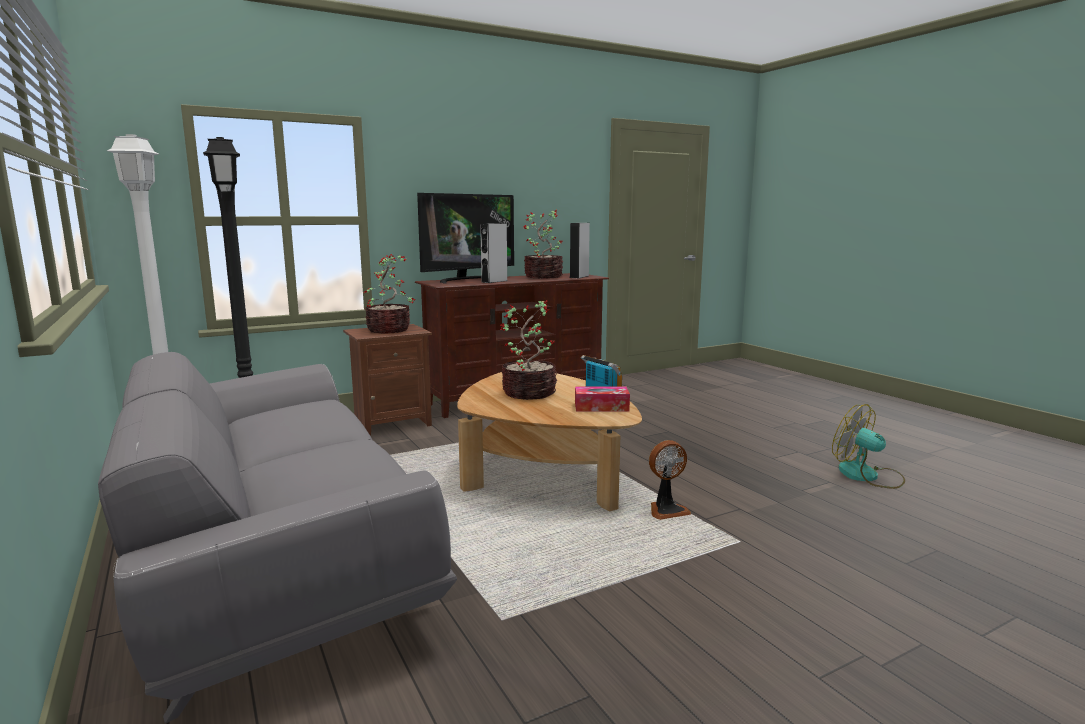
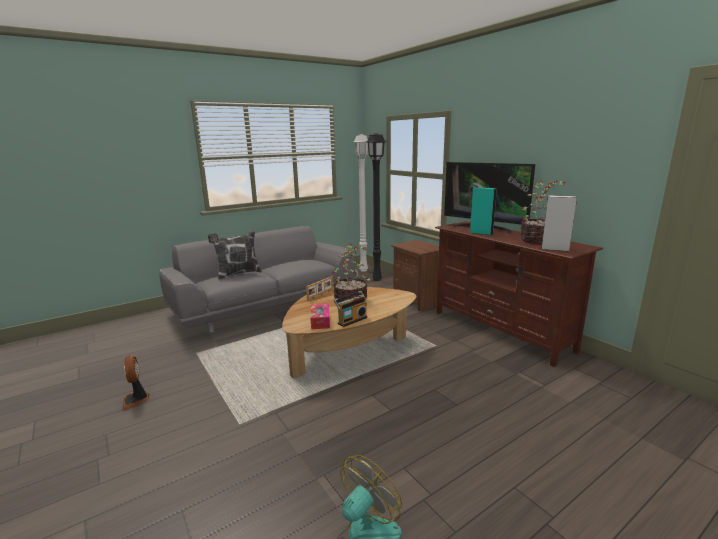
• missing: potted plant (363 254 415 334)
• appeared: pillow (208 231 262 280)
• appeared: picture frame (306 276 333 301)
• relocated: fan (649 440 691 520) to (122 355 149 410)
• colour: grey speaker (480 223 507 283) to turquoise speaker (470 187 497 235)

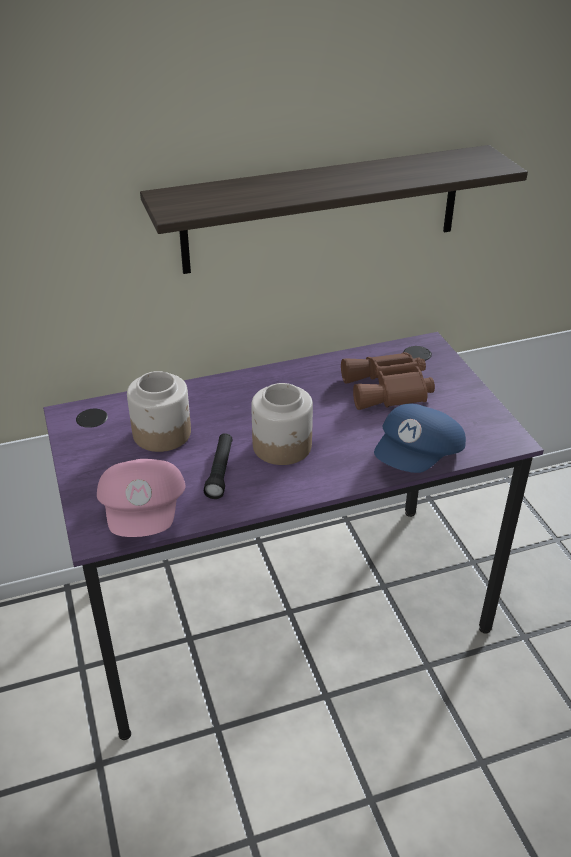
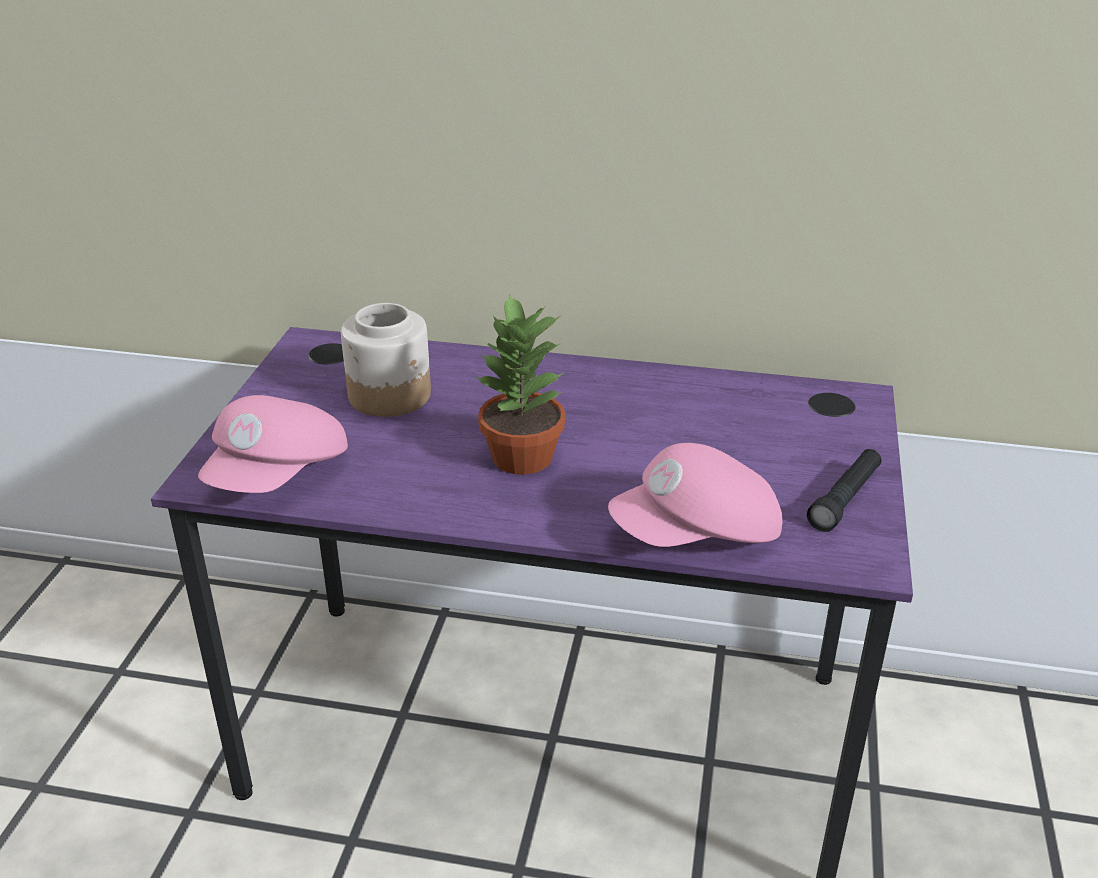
• missing: shelf (140 145 528 274)
• missing: brown binoculars (341 352 435 410)
• relocated: black flashlight (204 433 233 499) to (807 449 882 532)
• exchanged: jar (251 383 313 465) to potted plant (474 293 565 475)
• colour: blue cap (374 404 466 473) to pink cap (608 443 782 547)

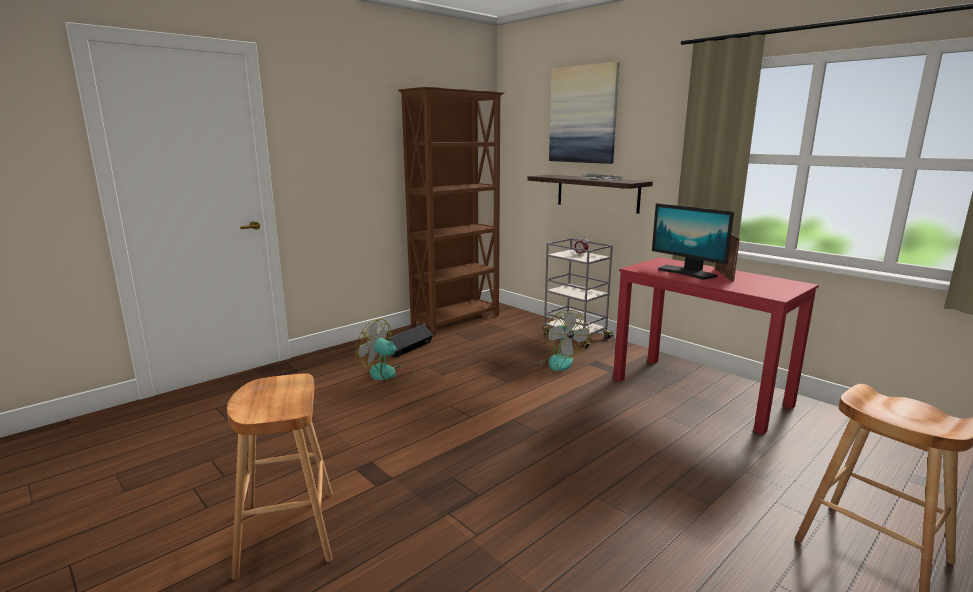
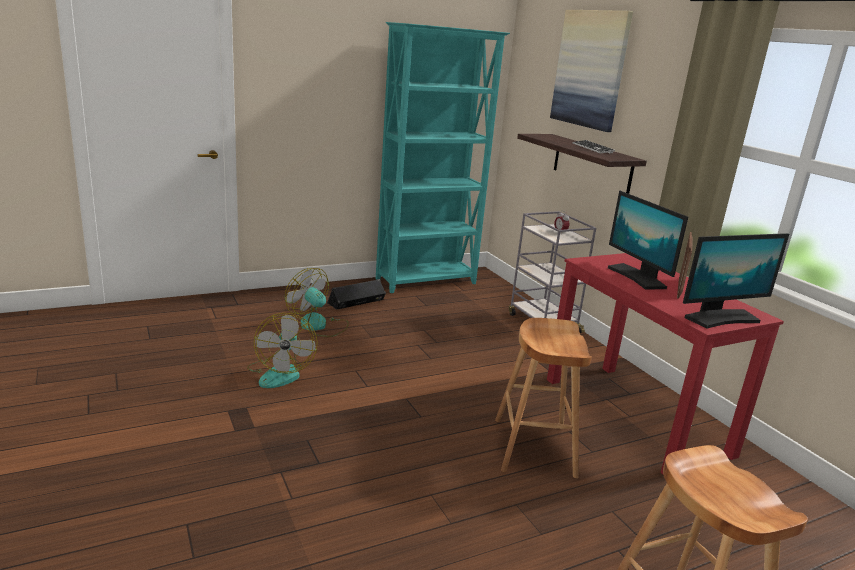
• appeared: monitor (683 233 789 328)
• relocated: brown stool (227 374 333 580) to (495 318 592 478)
• relocated: fan (528 310 589 371) to (247 313 317 388)
• colour: brown bookcase (398 87 505 336) to turquoise bookcase (376 22 510 293)

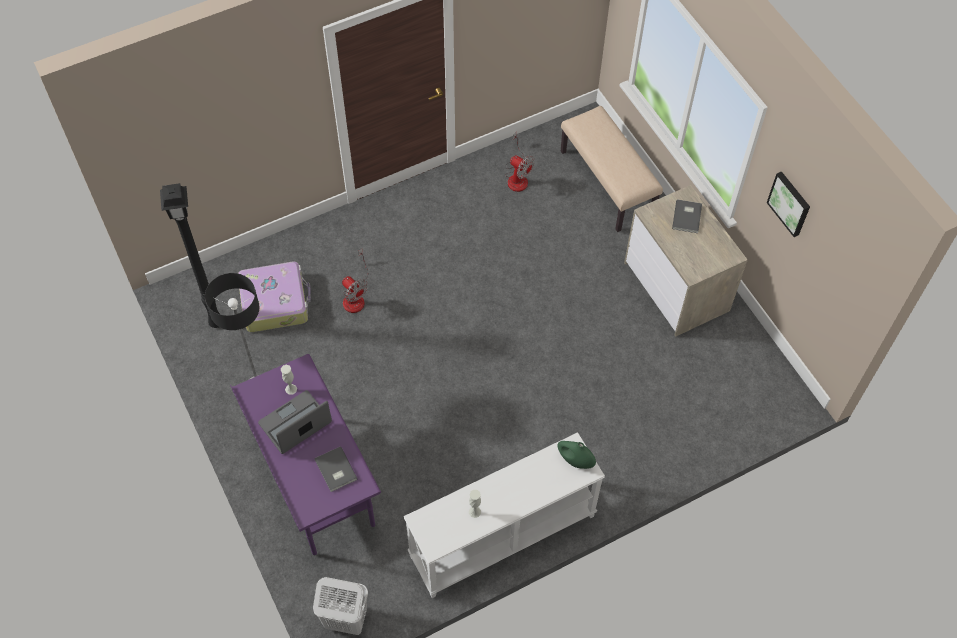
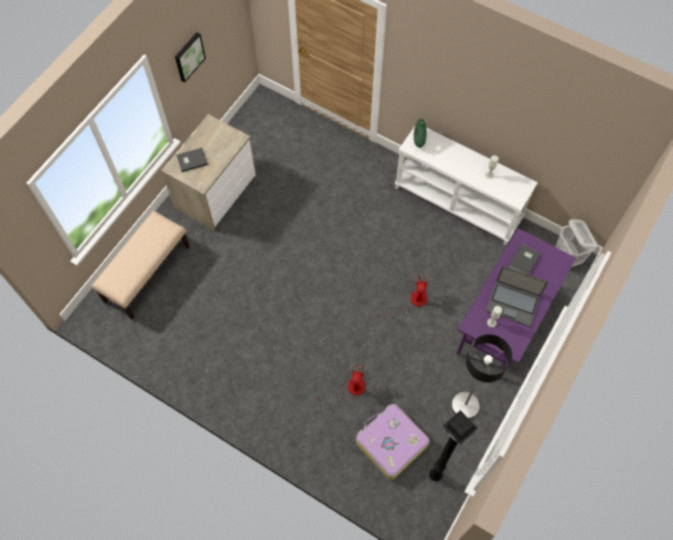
• relocated: fan (505 132 535 192) to (384 274 433 316)

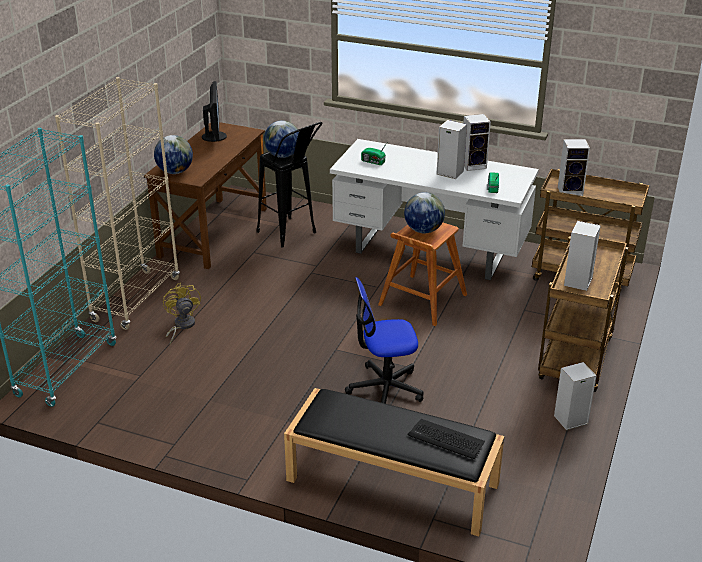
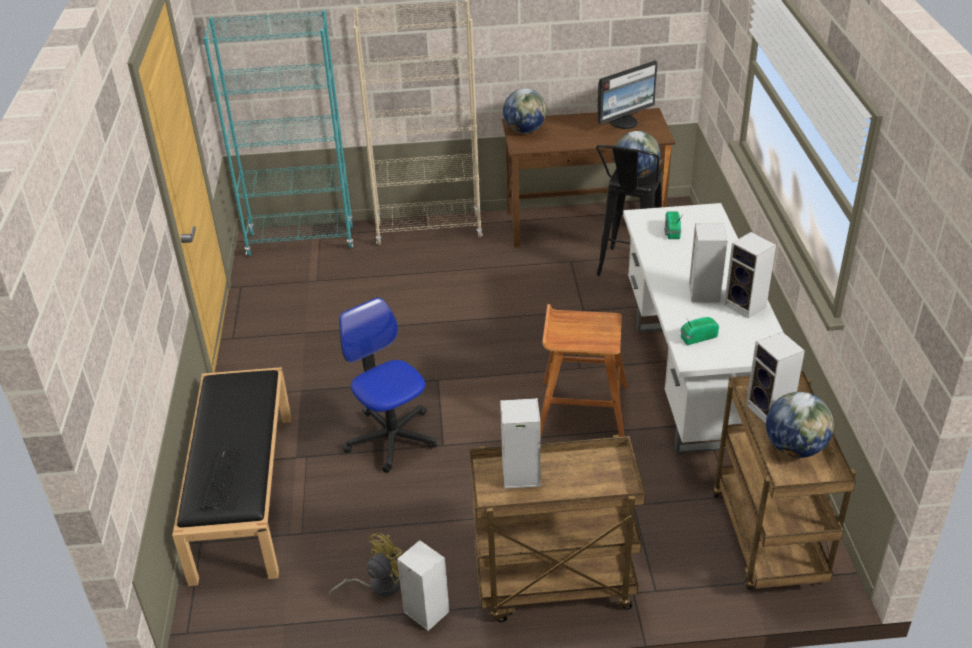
• relocated: yellow fan (163 283 201 344) to (329 533 403 597)
• relocated: globe (404 192 445 233) to (766 392 834 458)

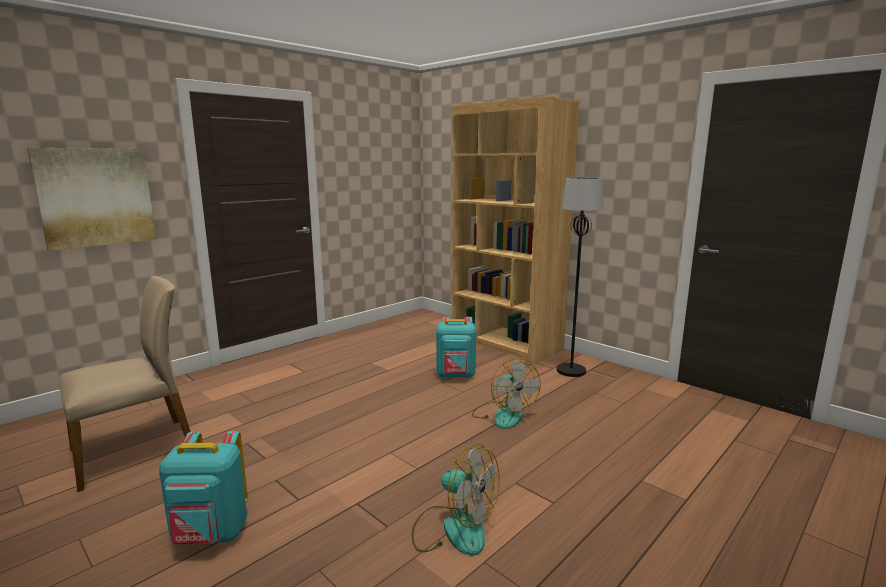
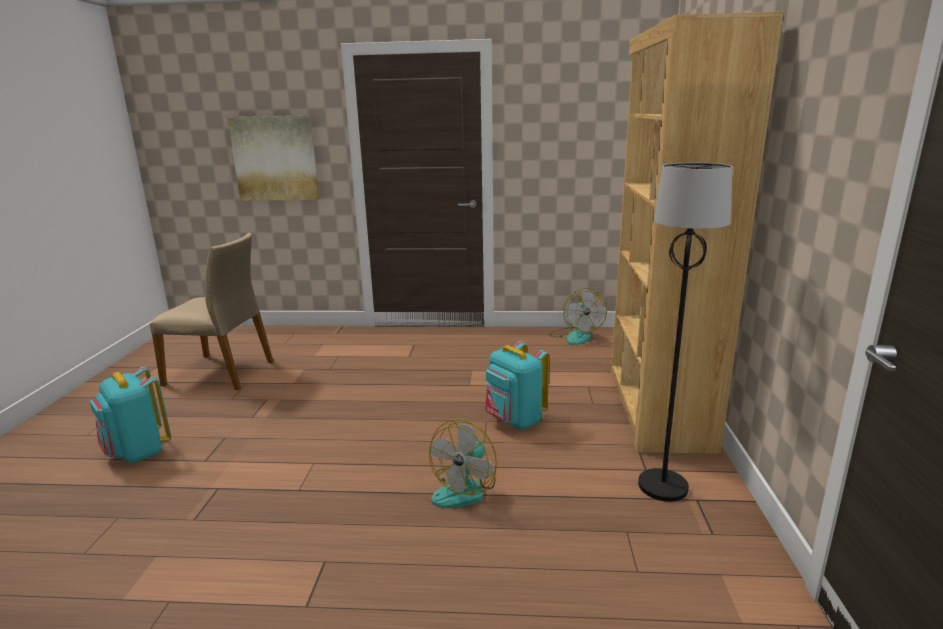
• relocated: fan (412 444 500 556) to (549 288 607 345)

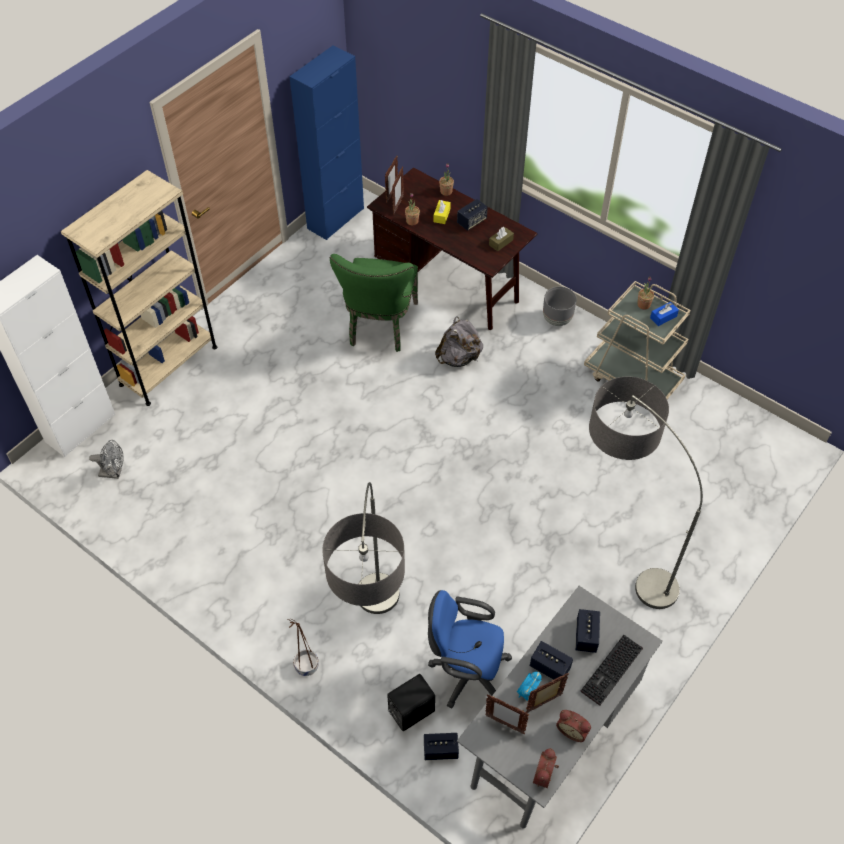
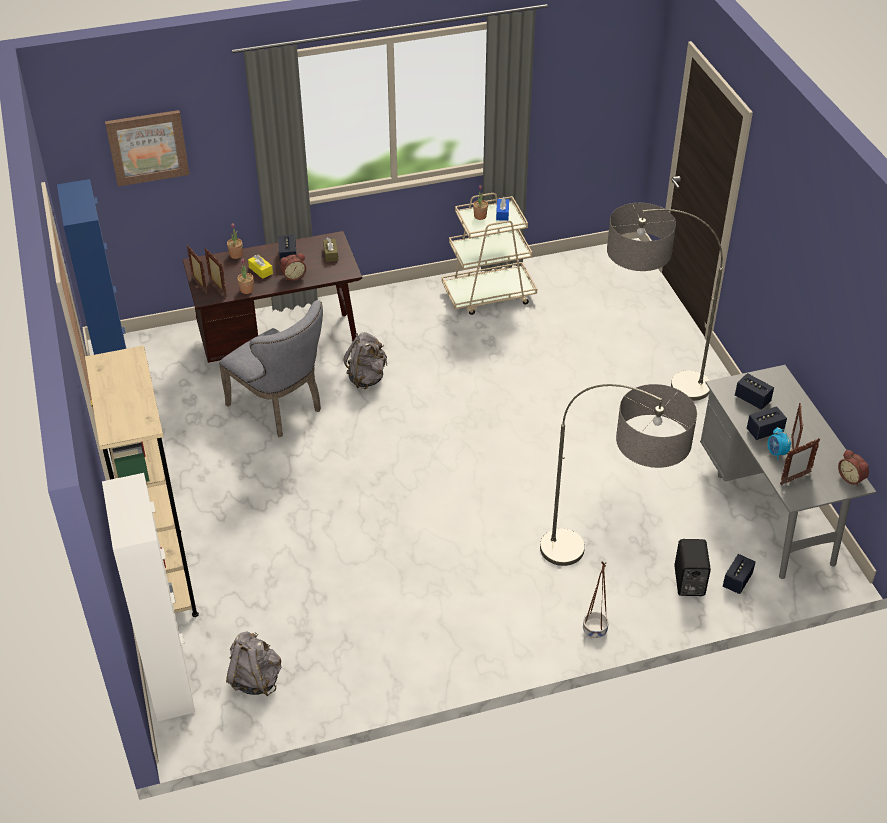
• missing: blue office chair (428 590 512 708)
• missing: grey planter (543 287 577 326)
• missing: keyboard (580 635 643 706)
• appeared: picture (105 110 190 186)
• relocated: alarm clock (556 710 591 742) to (280 253 306 281)
• exchanged: grey fan (89 440 124 479) to grey backpack (226 632 281 696)
• colour: green chair (330 254 418 352) to grey chair (219 300 323 437)

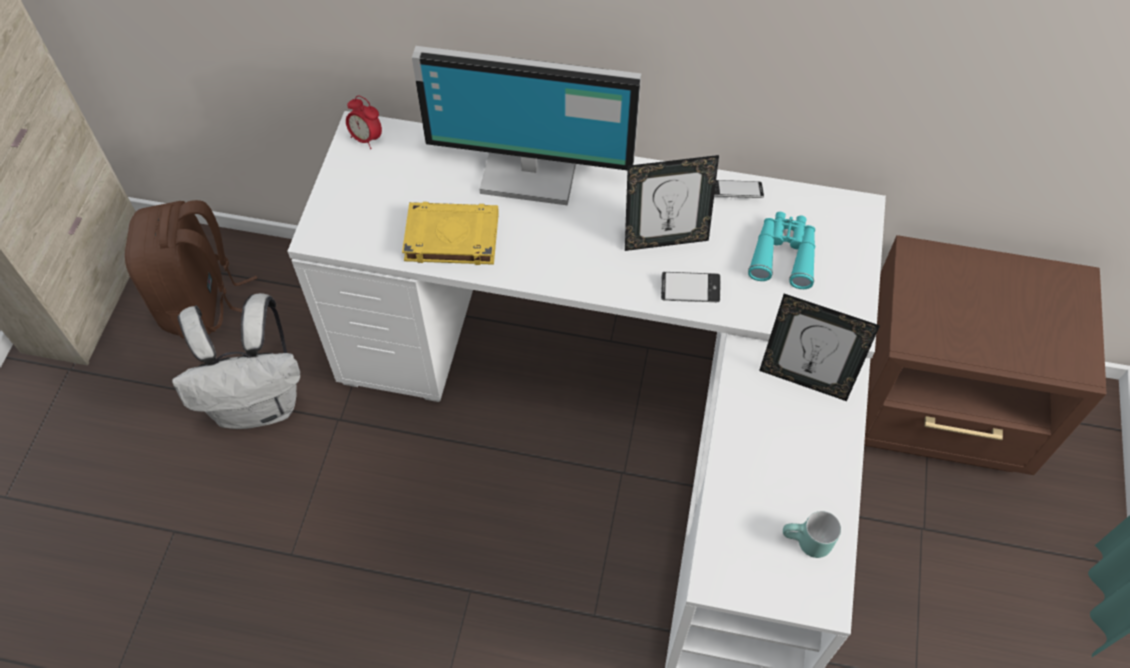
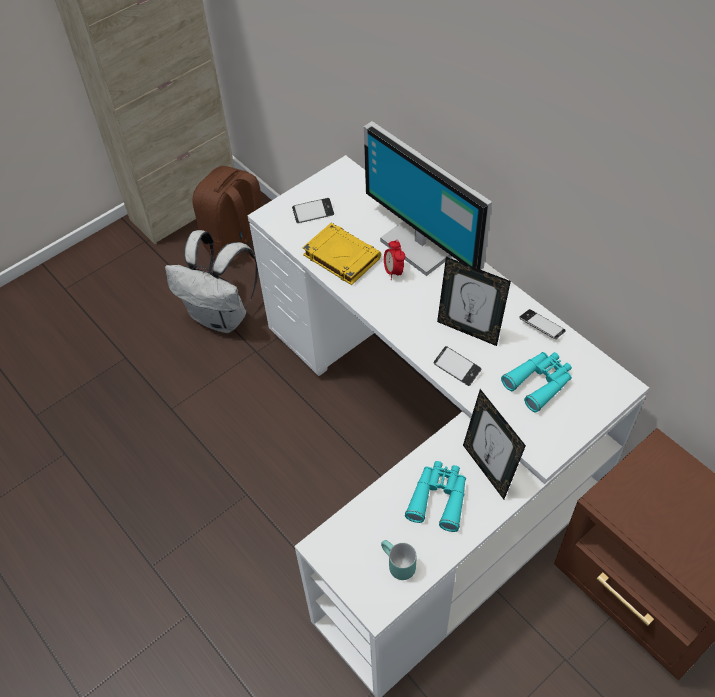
• appeared: phone (292 198 334 223)
• appeared: turquoise binoculars (405 461 466 532)
• relocated: alarm clock (346 95 382 149) to (384 240 406 280)

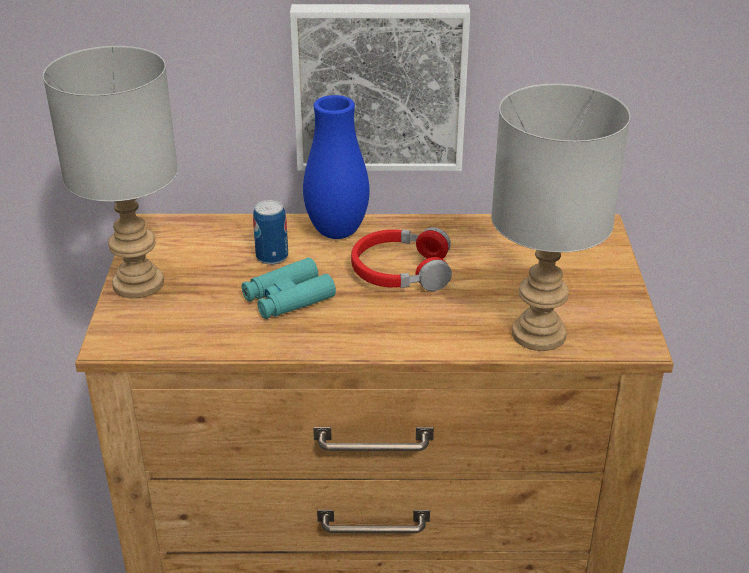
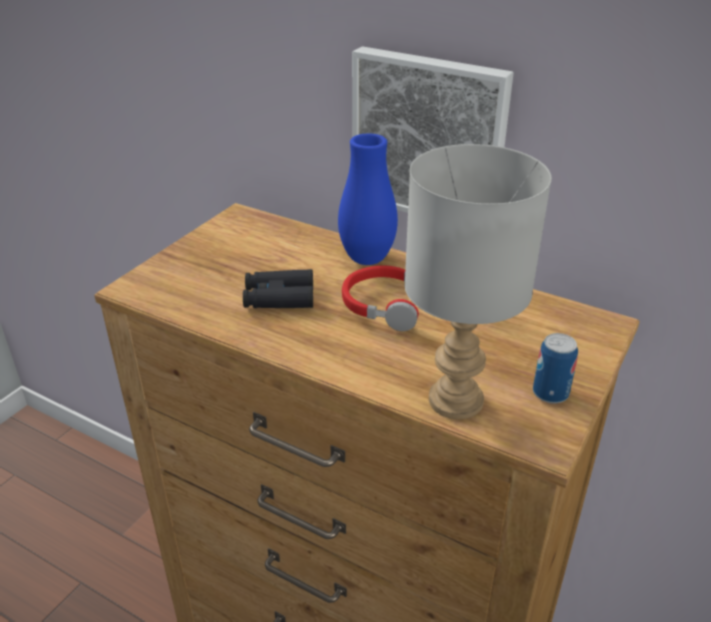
• missing: grey table lamp (43 46 178 299)
• relocated: can (253 200 288 265) to (533 333 578 404)
• colour: turquoise binoculars (242 258 336 319) to black binoculars (243 269 313 308)

